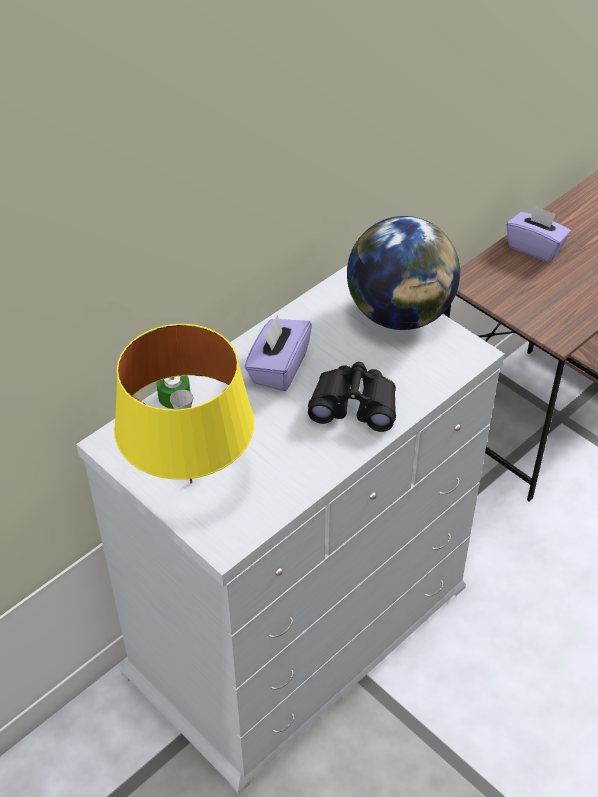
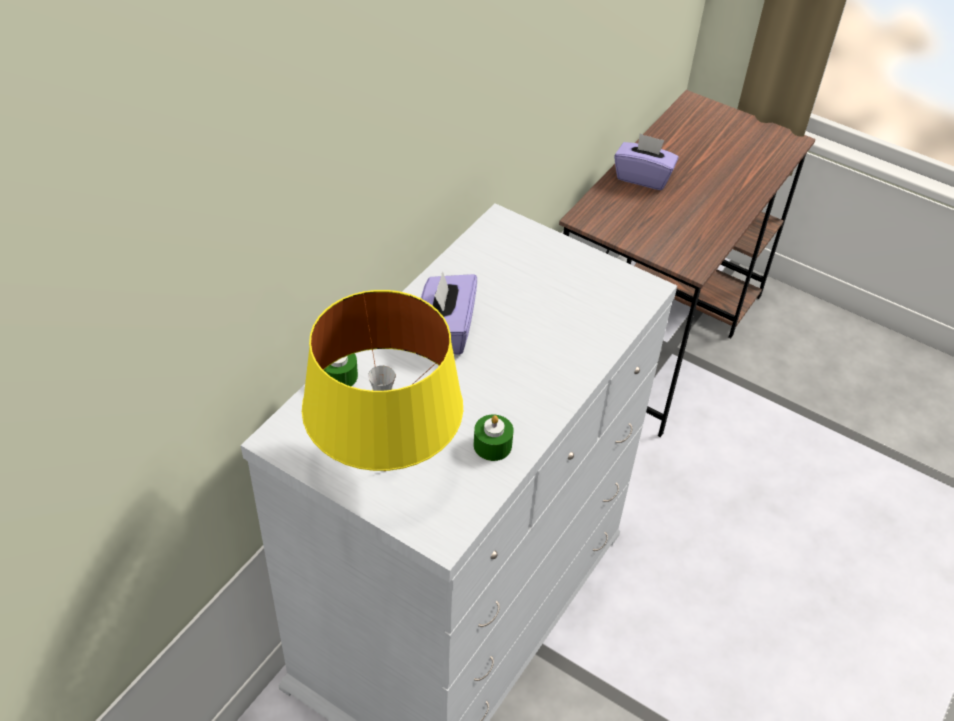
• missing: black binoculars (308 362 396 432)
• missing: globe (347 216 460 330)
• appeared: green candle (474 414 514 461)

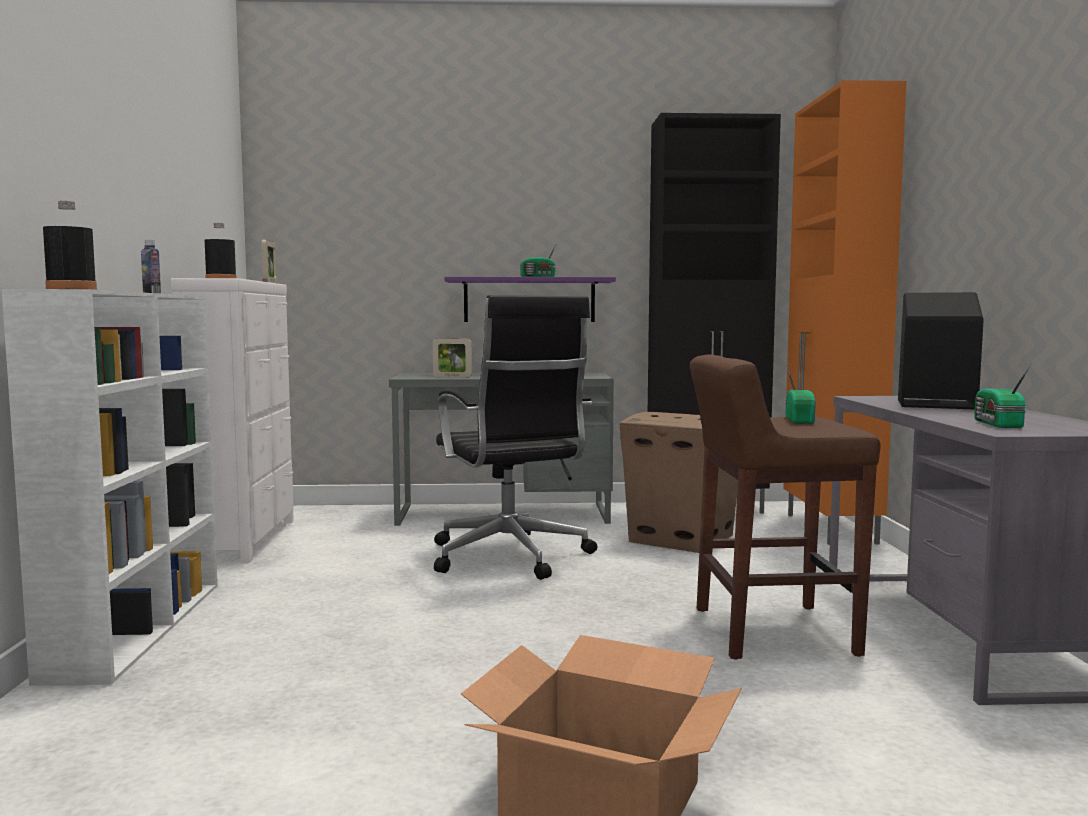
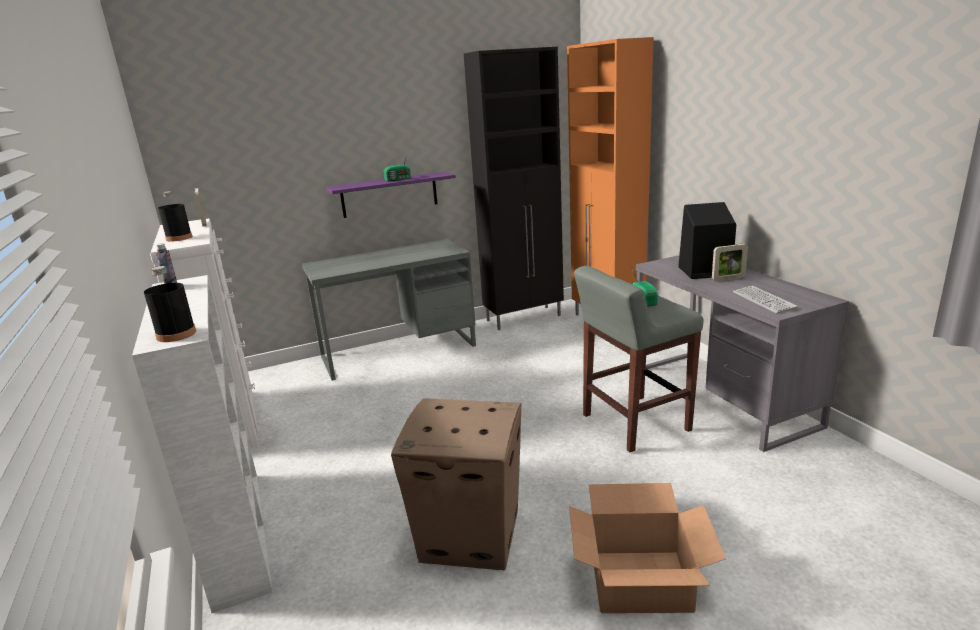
• missing: black office chair (434 295 597 580)
• relocated: picture frame (433 338 472 378) to (712 244 748 282)
• relocated: cardboard box (620 412 738 553) to (391 398 521 570)
• exchanged: radio (974 364 1031 428) to keyboard (733 286 798 313)
• colour: brown stool (690 354 881 660) to grey stool (574 266 703 452)

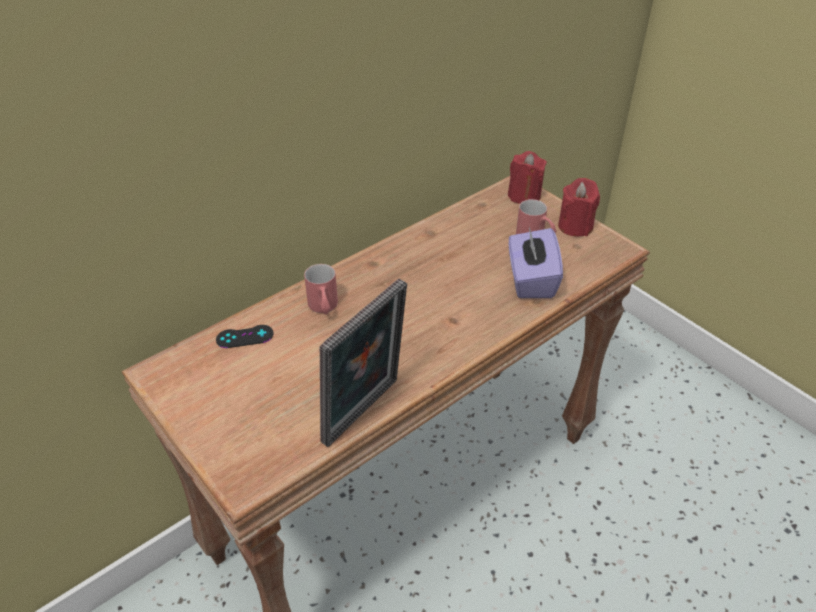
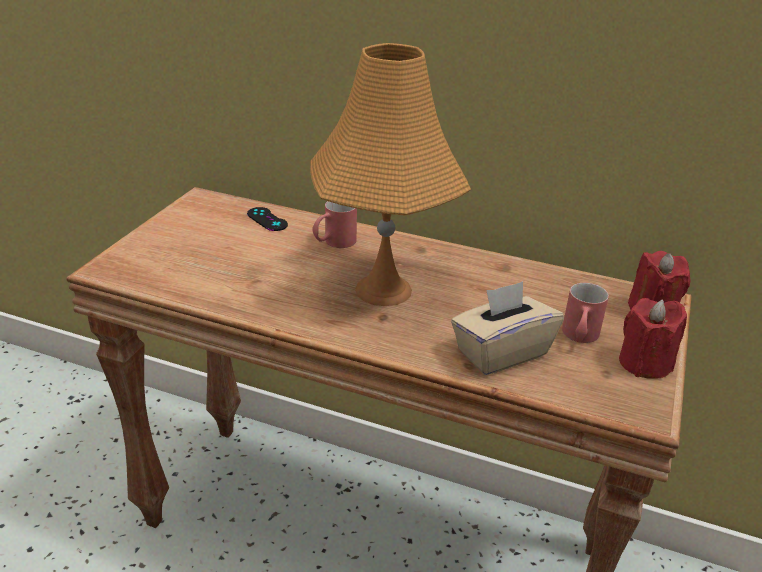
• missing: picture frame (319 279 407 447)
• appeared: orange table lamp (310 43 471 306)
• colour: purple tissue box (509 226 563 298) to beige tissue box (451 281 564 375)

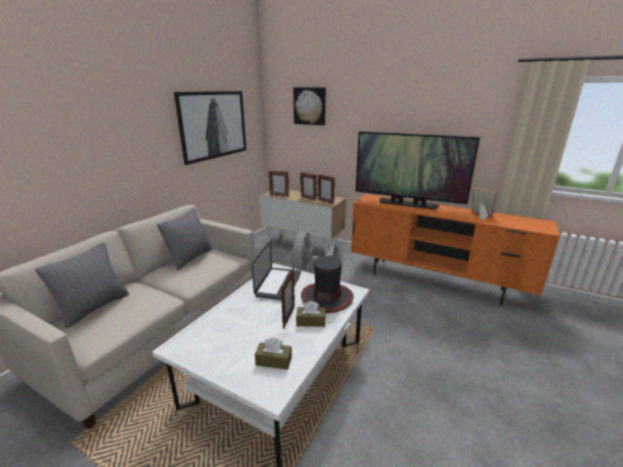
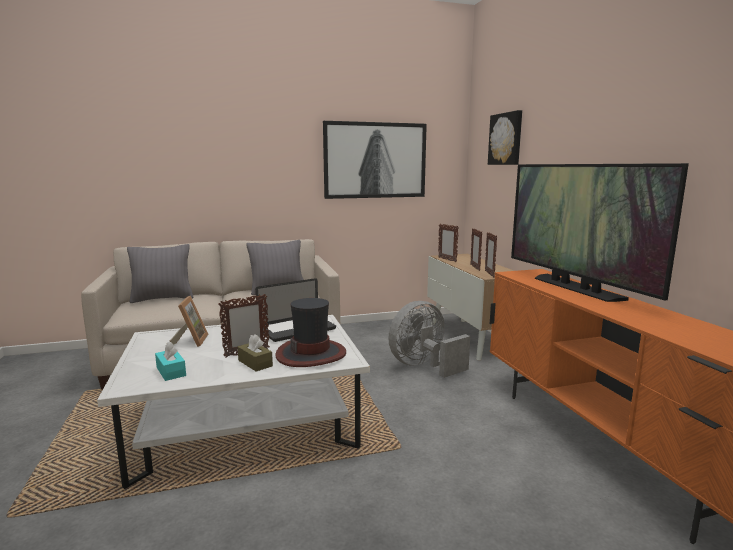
• relocated: picture frame (472 188 496 220) to (169 296 209 347)
• colour: brown tissue box (255 338 292 370) to turquoise tissue box (155 342 186 381)

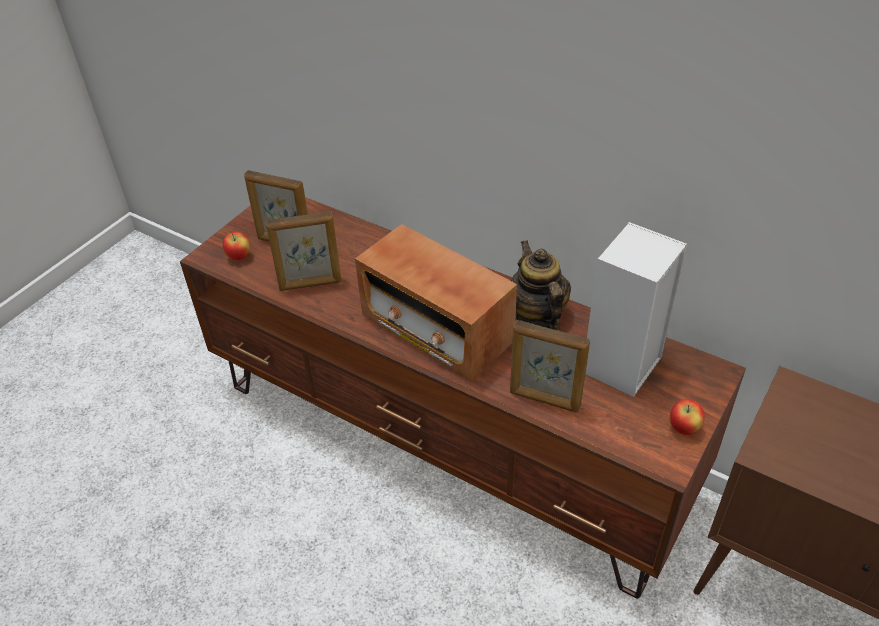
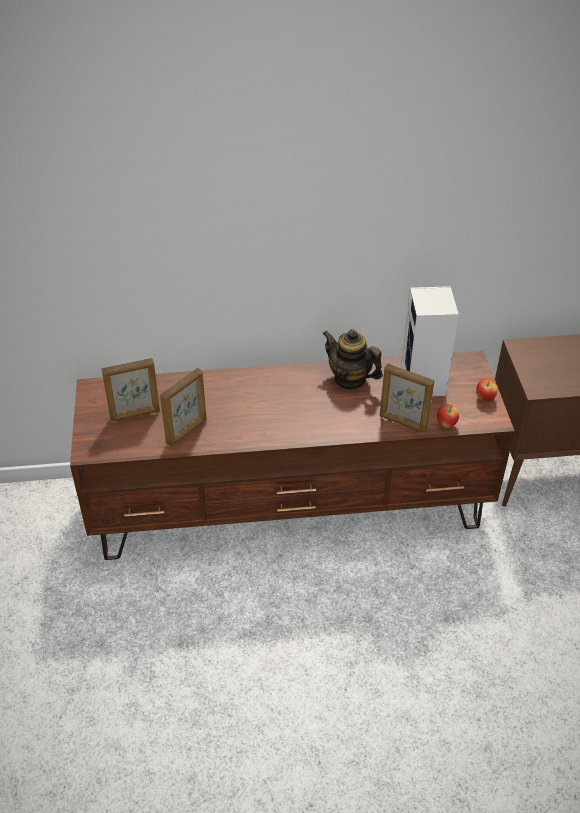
• missing: radio (355 224 517 381)
• relocated: apple (223 232 250 260) to (437 404 459 428)
• spun: picture frame (510 320 590 413) = (380 363 435 433) 45 degrees clockwise

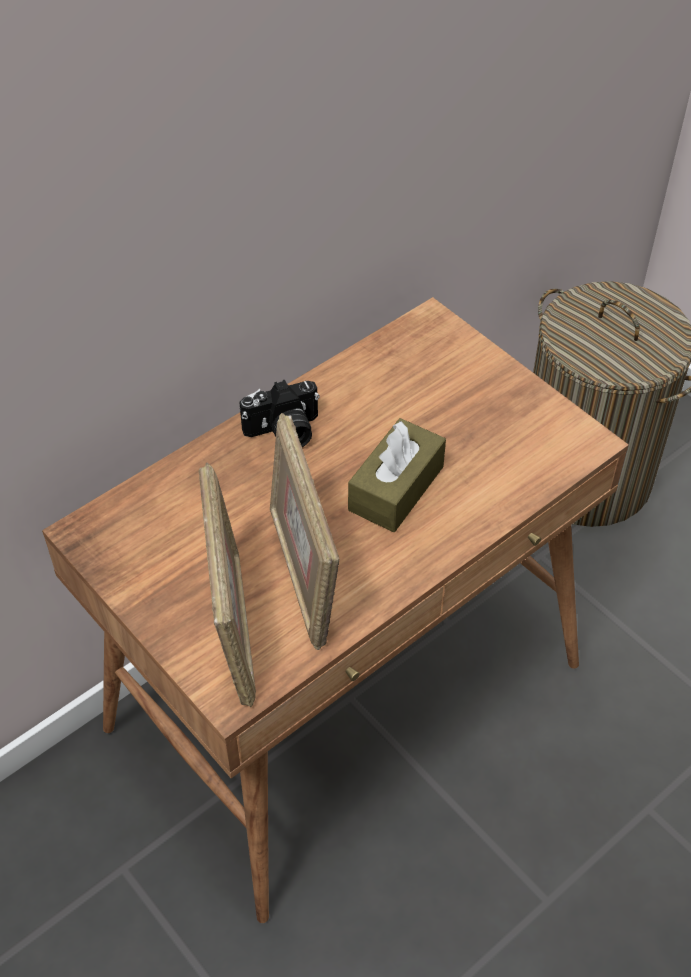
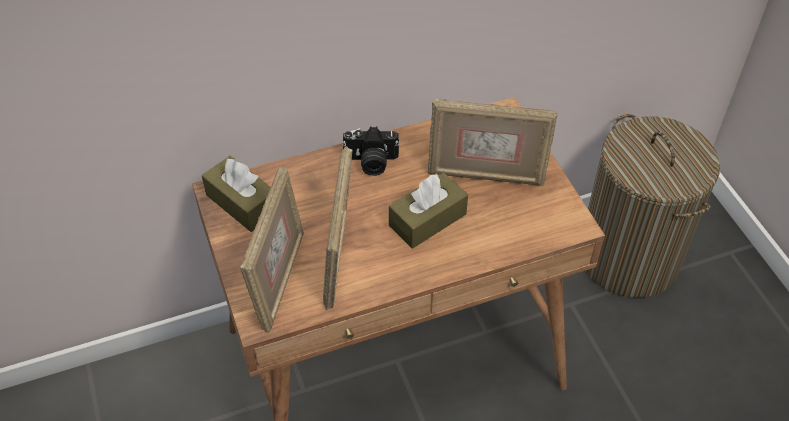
• appeared: brown tissue box (202 156 271 232)
• appeared: picture frame (427 99 558 186)

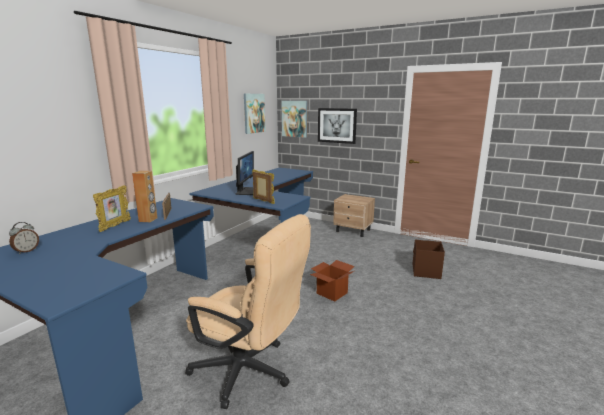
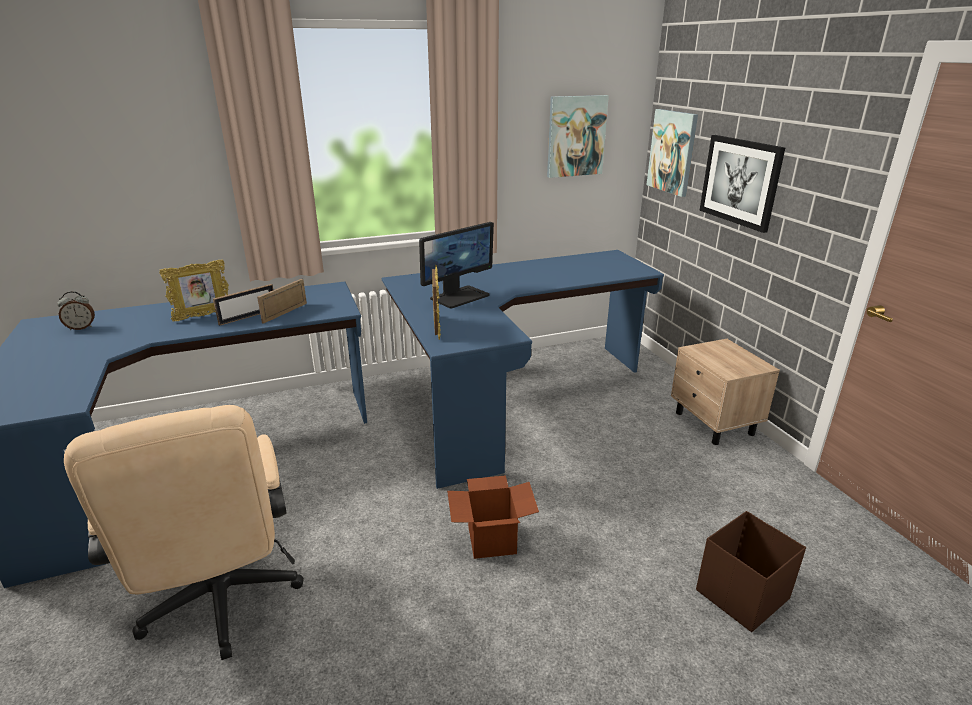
• exchanged: brown speaker (132 171 157 222) to picture frame (213 284 273 326)

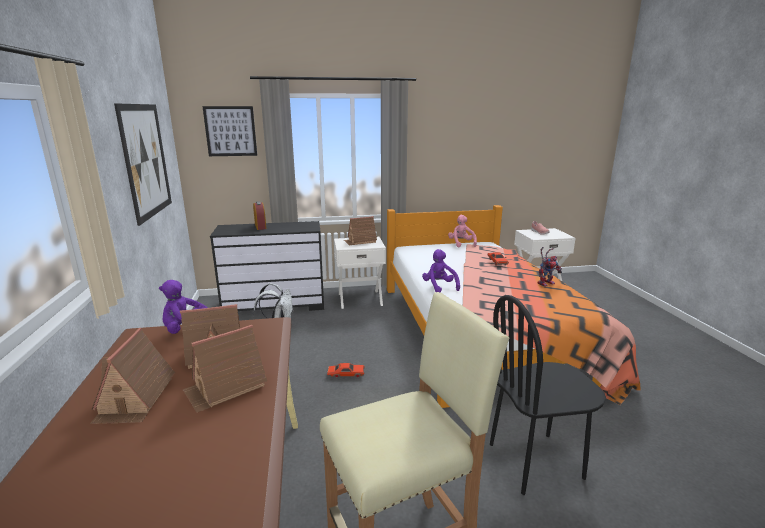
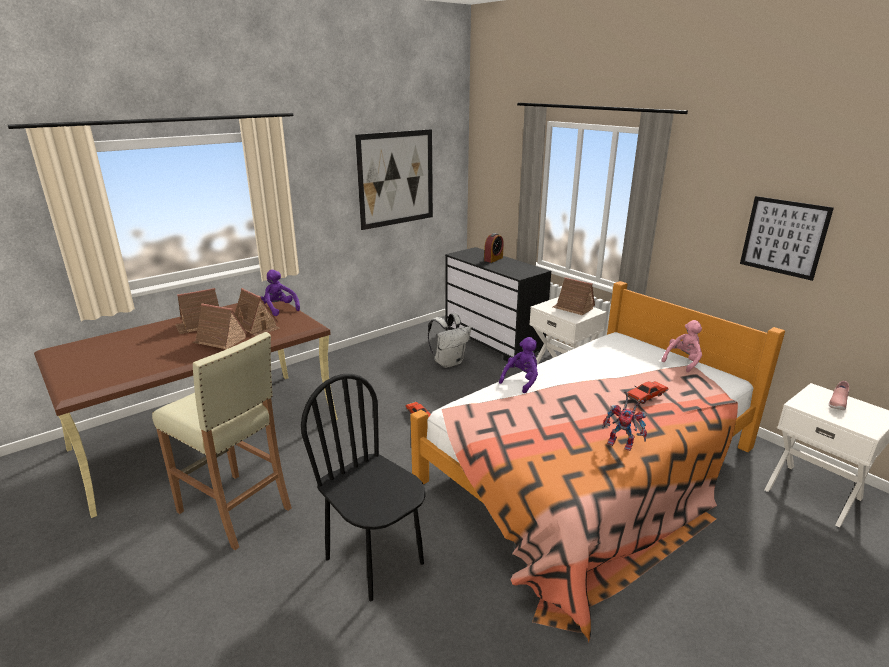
• relocated: picture (202 106 257 156) to (740 196 834 281)

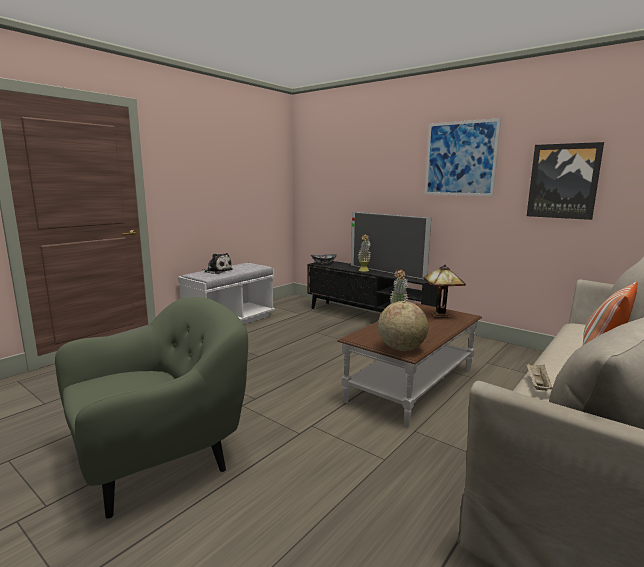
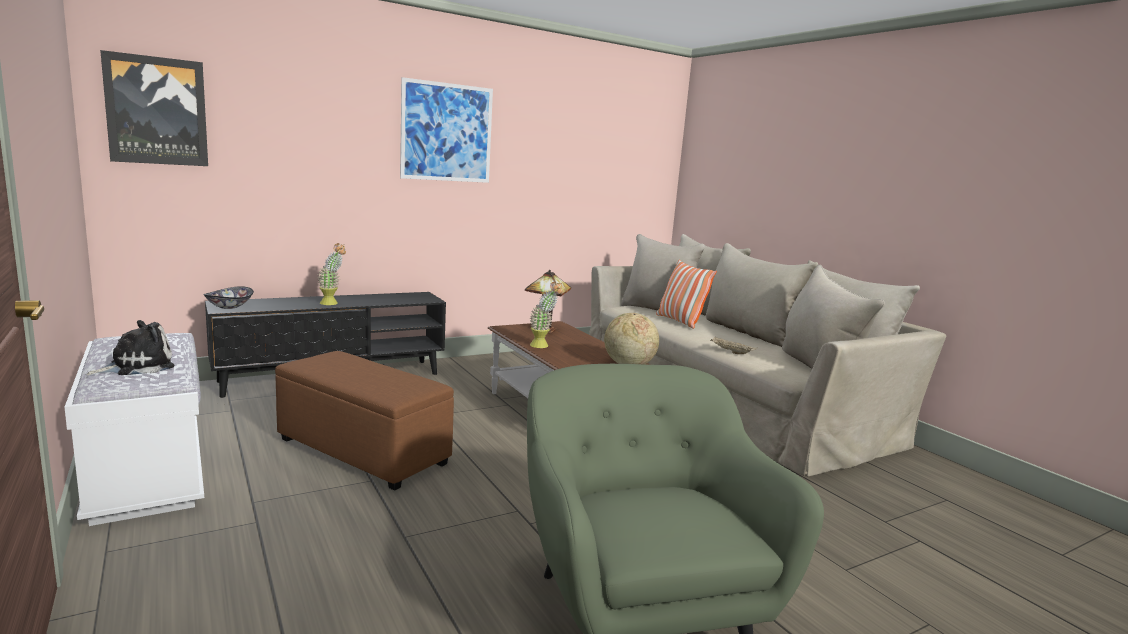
• missing: television (351 212 431 279)
• appeared: brown ottoman (275 351 454 491)
• relocated: picture (527 142 604 220) to (100 50 208 166)

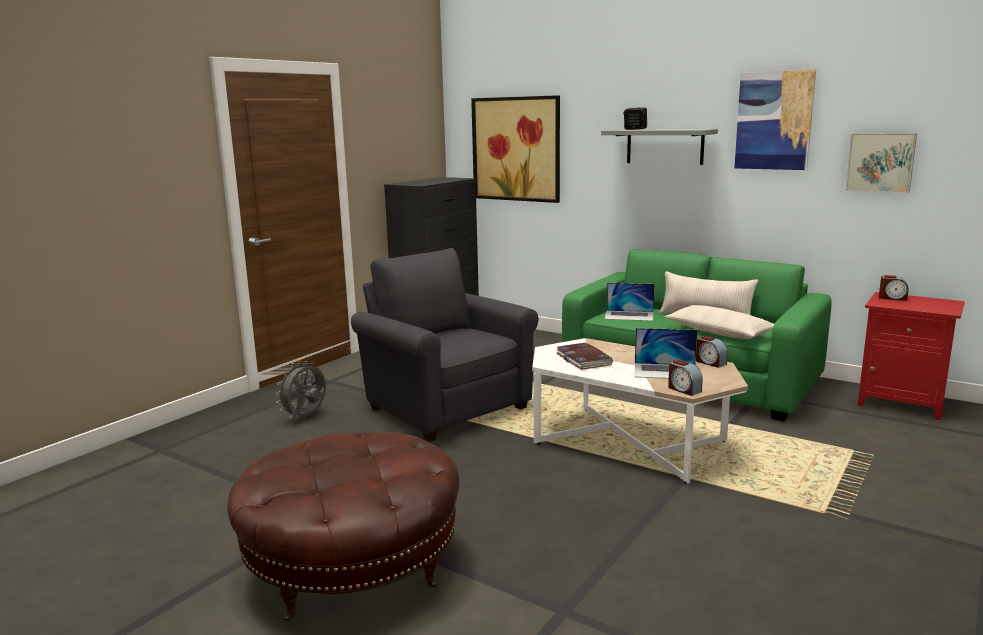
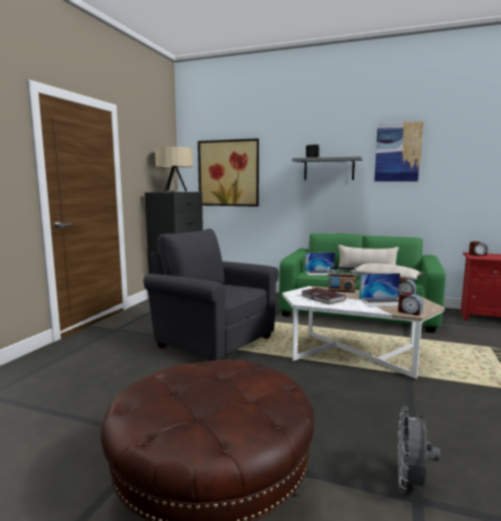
• missing: picture (845 133 917 193)
• appeared: beige table lamp (155 147 193 192)
• appeared: radio (327 267 357 293)
• relocated: grey fan (275 361 326 418) to (397 406 440 493)

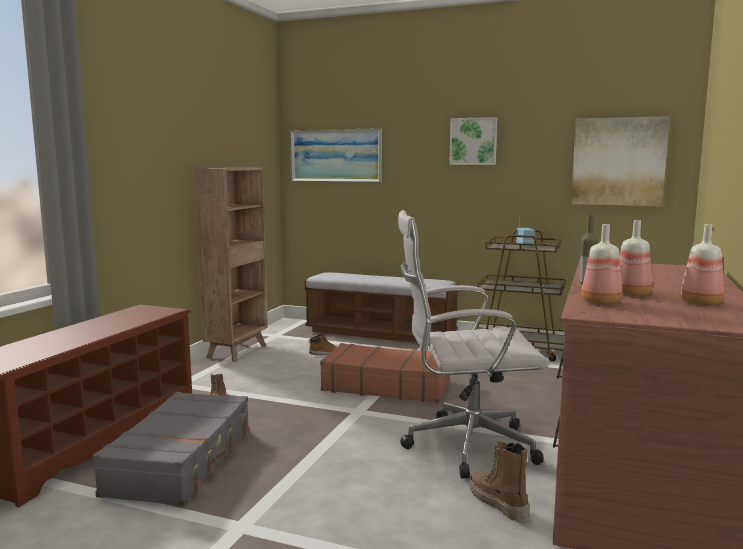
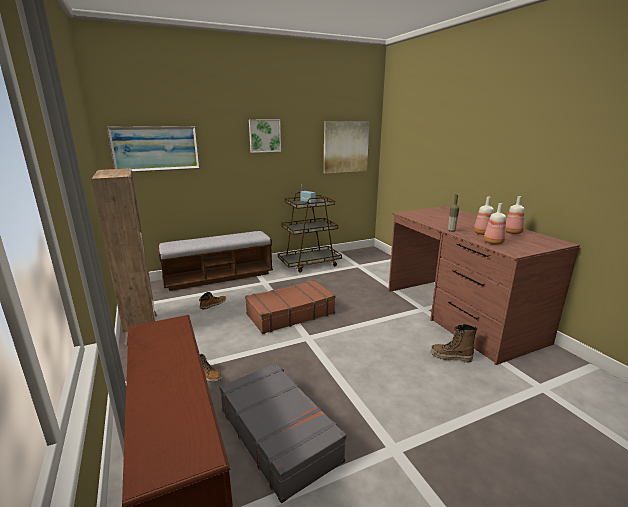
• missing: white office chair (398 210 549 479)

